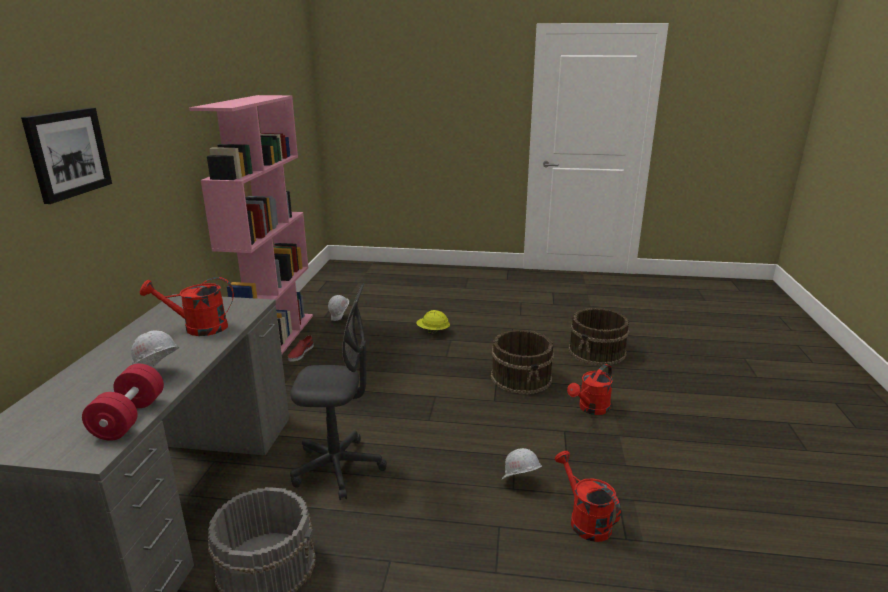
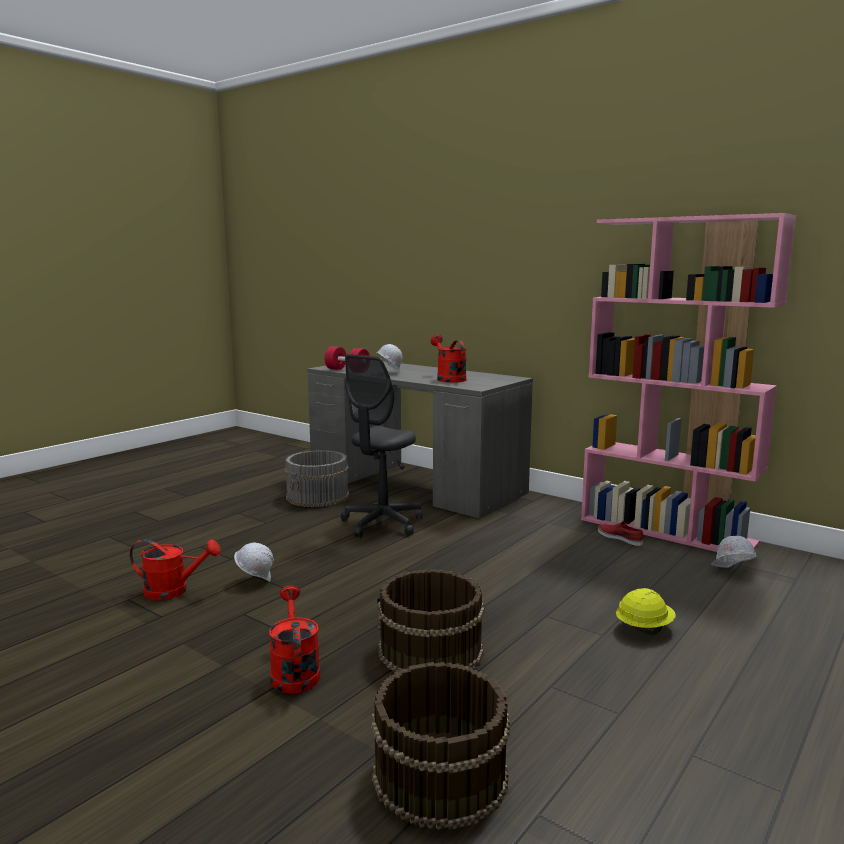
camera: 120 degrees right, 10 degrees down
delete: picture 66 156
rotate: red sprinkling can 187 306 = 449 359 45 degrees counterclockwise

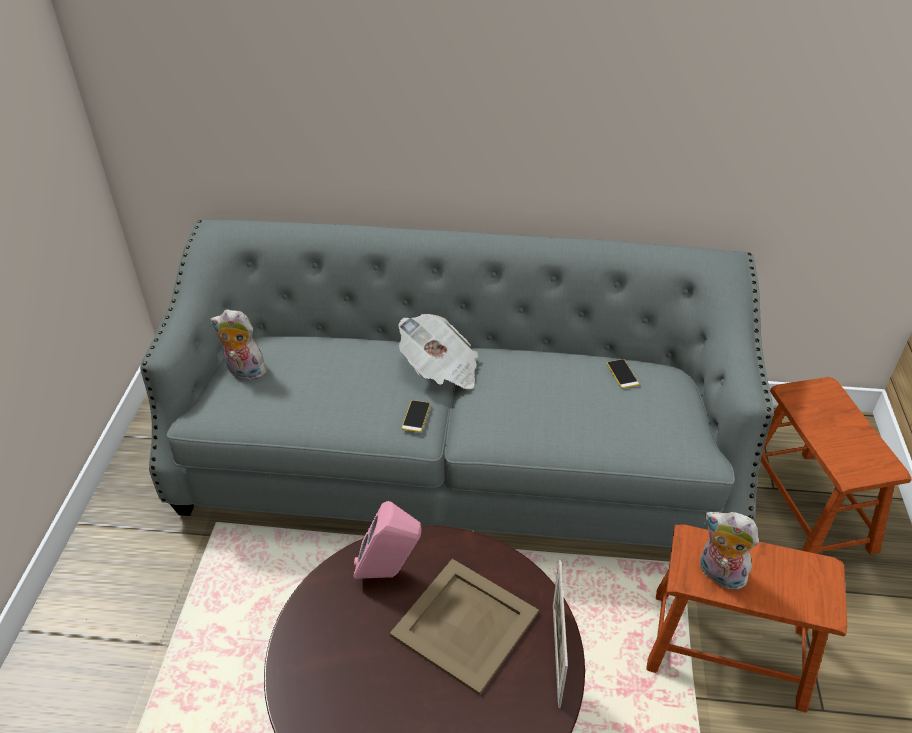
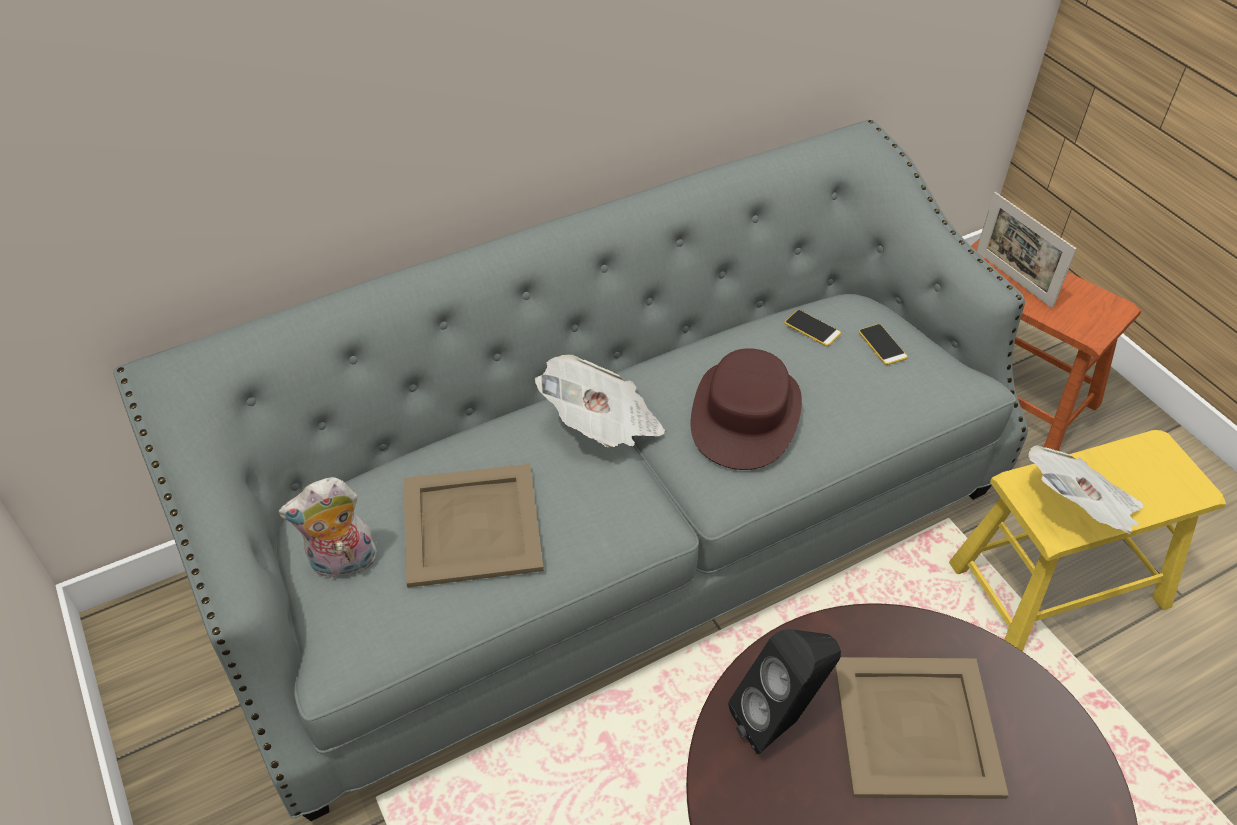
camera: 35 degrees left, 5 degrees up
insert: beige-coloured serving tray 473 526; brownish clothing hat 746 409
move: telephone 416 416 to 883 344; picture frame 560 634 to 1026 250
replace: plush toy 729 551 to daily paper 1086 489
recolor: pink-coloured speaker 388 540 to blackish speaker 784 691; brownish stool 746 618 to yellow stool 1087 540

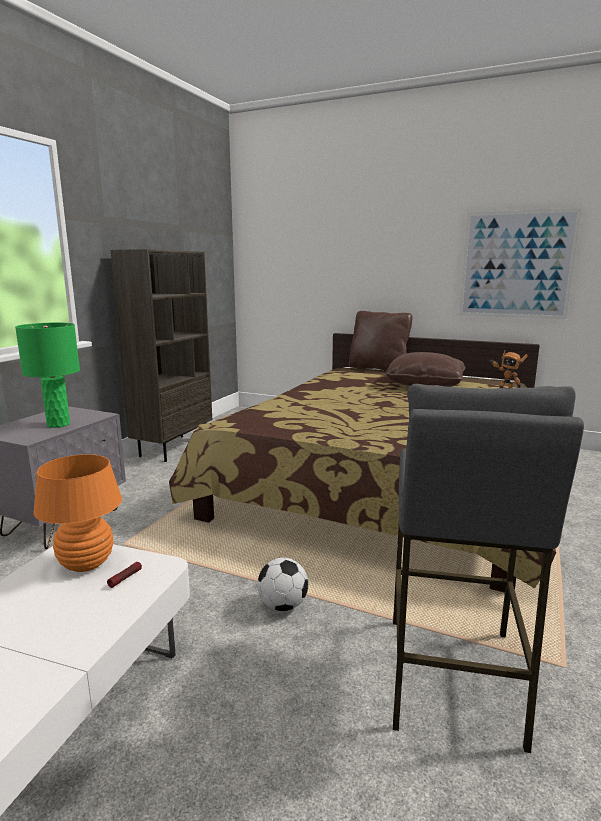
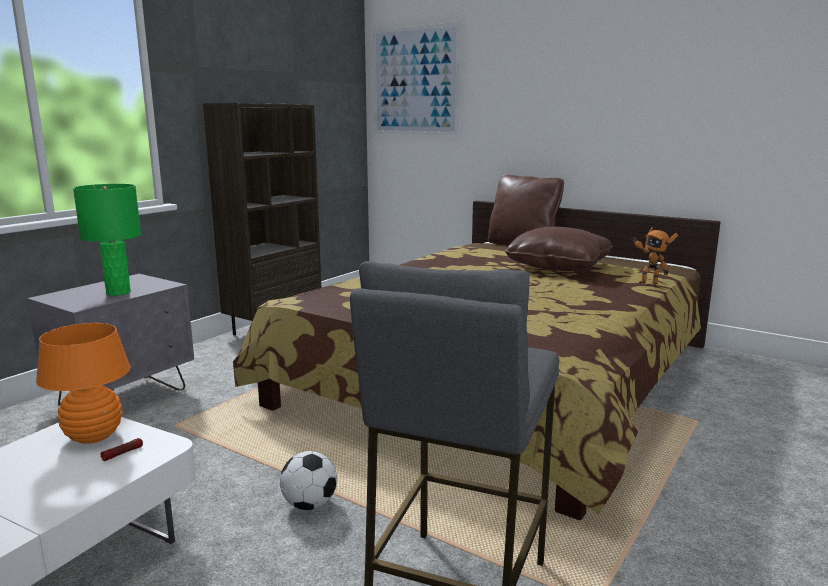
camera: 10 degrees right, 0 degrees up
move: picture 520 263 to 417 78

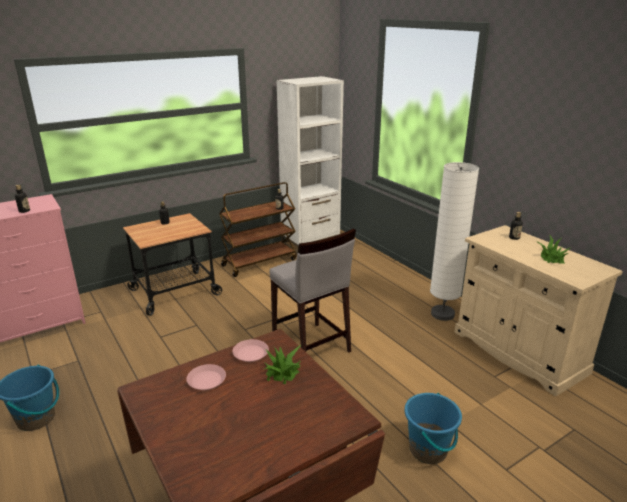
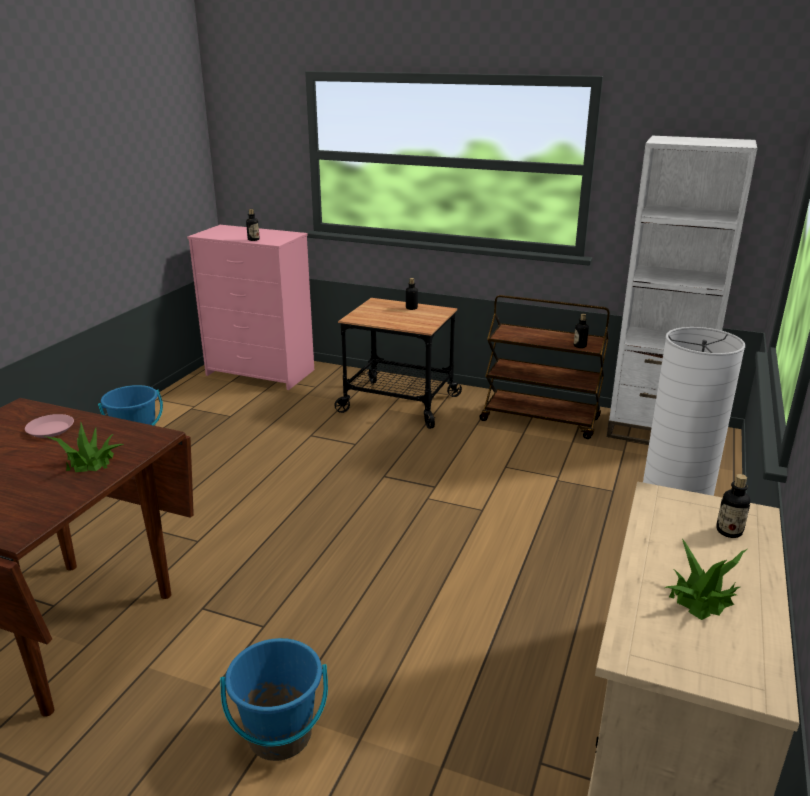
camera: 55 degrees right, 0 degrees up
delete: pink-coloured plate 250 350; grey stool 313 290

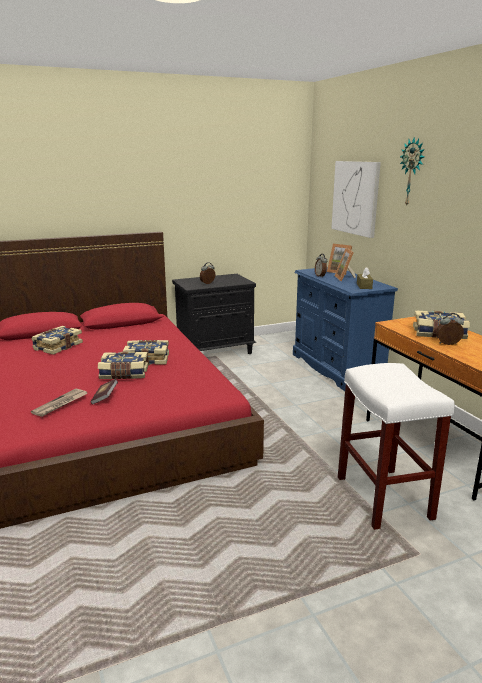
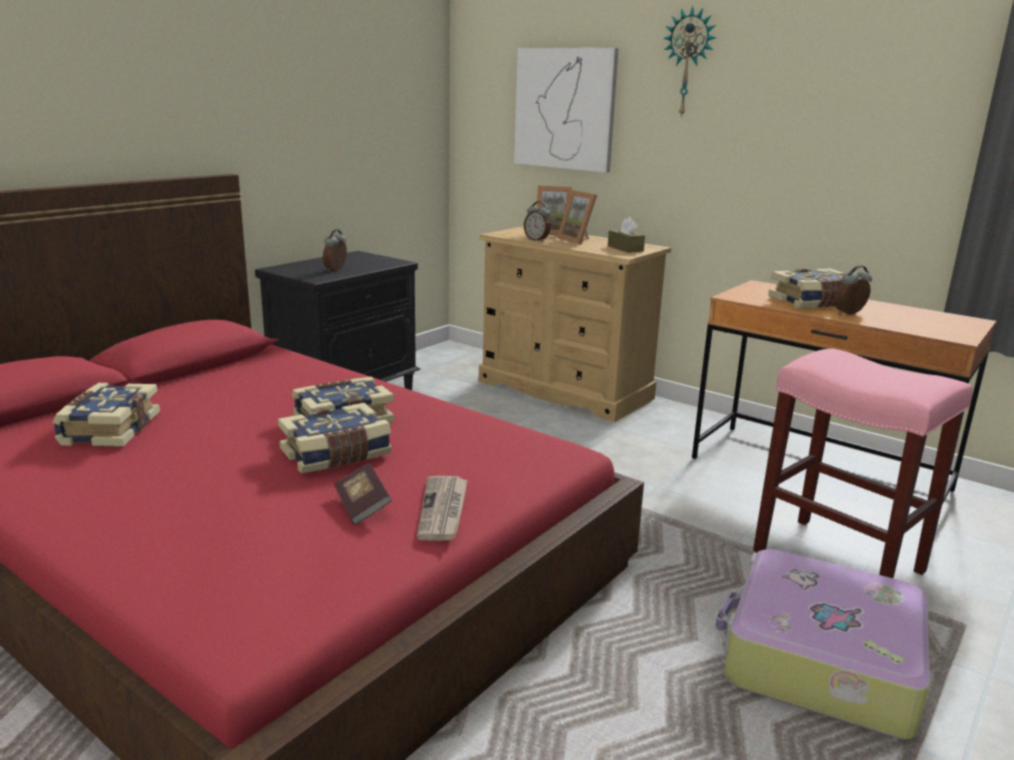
camera: 30 degrees left, 0 degrees up
insert: suitcase 822 644
move: daily paper 59 403 to 442 508
recolor: blue-coloured chest of drawers 345 329 to beige-coloured chest of drawers 575 324; white stool 396 446 to pink-coloured stool 863 463

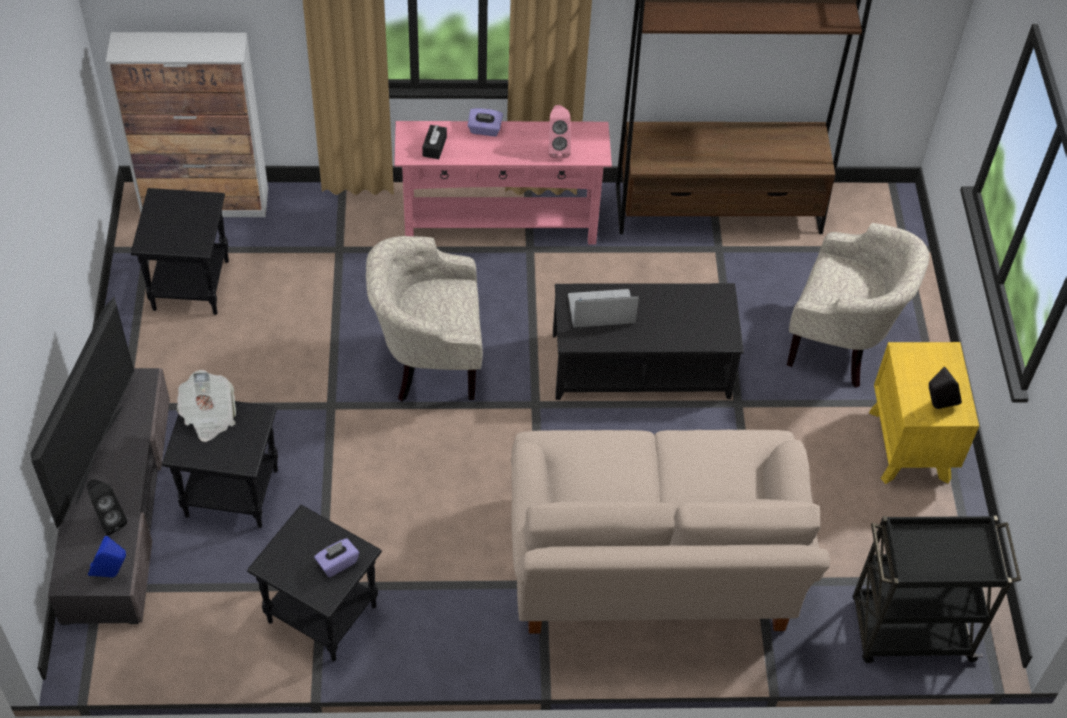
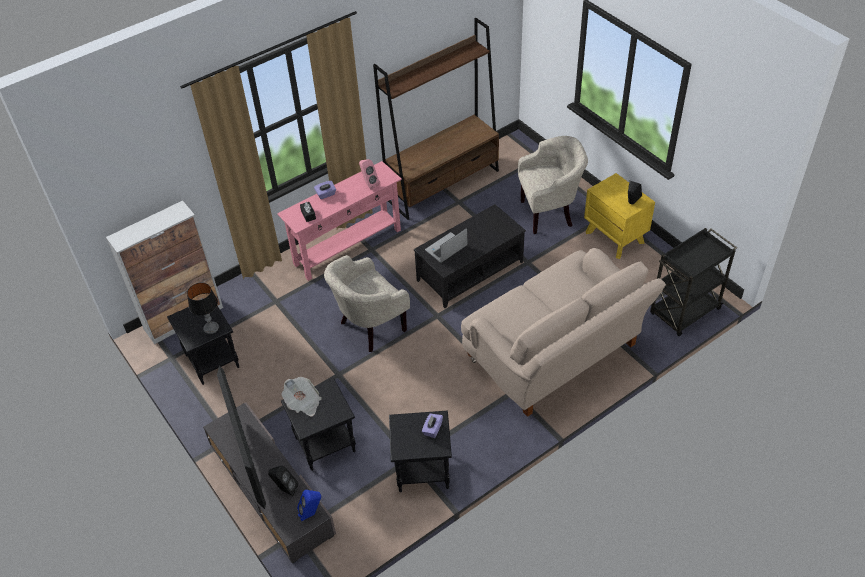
camera: 30 degrees left, 5 degrees down
insert: table lamp 203 308

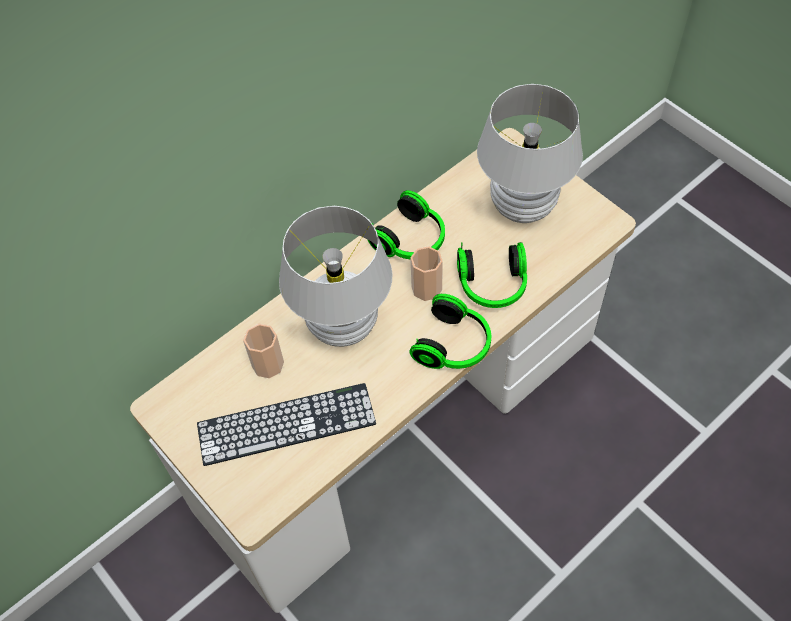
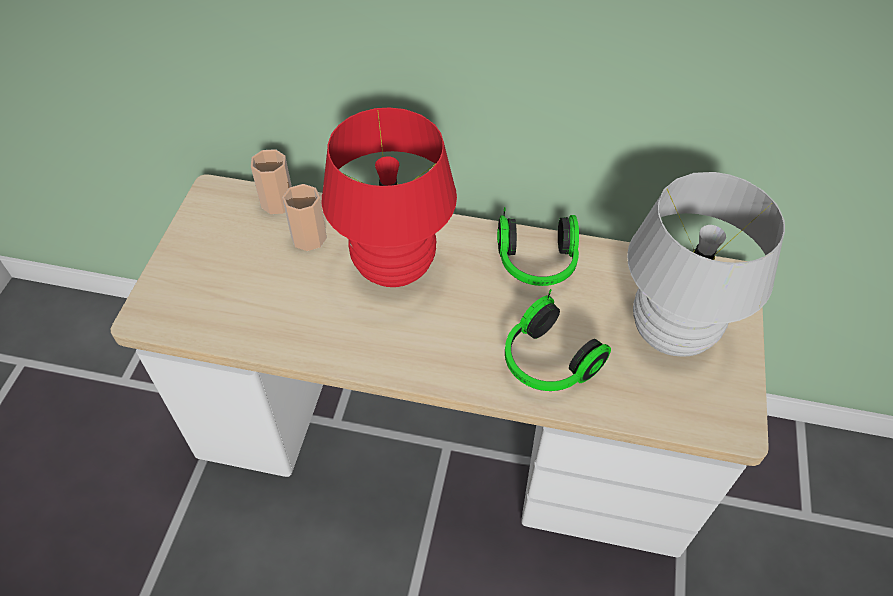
camera: 50 degrees right, 5 degrees down
delete: computer keyboard 286 424; headset 450 331
move: drinking cup 426 273 to 271 181
recolor: white table lamp 335 276 to red table lamp 389 197

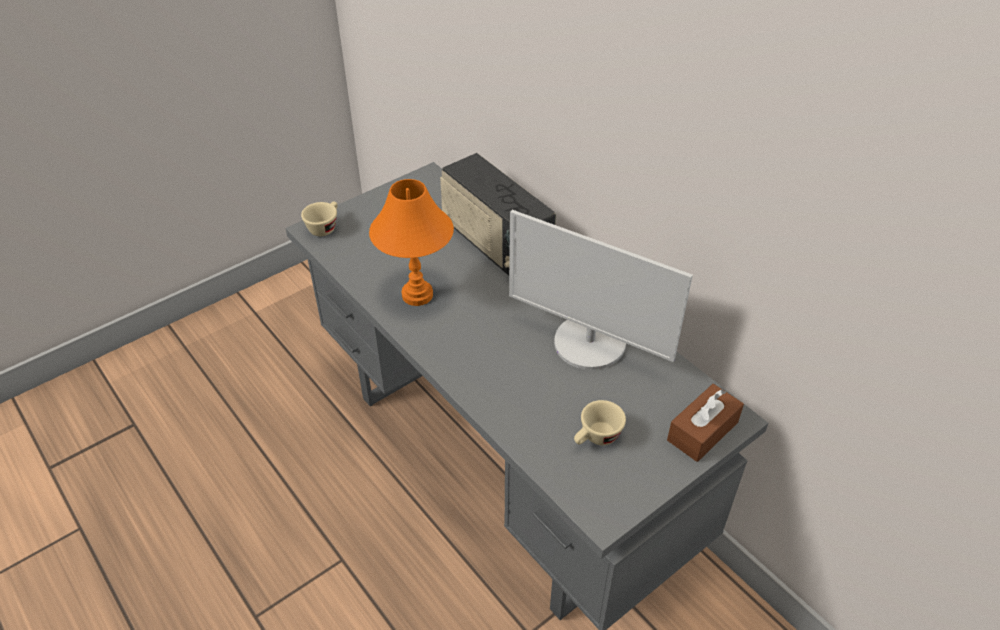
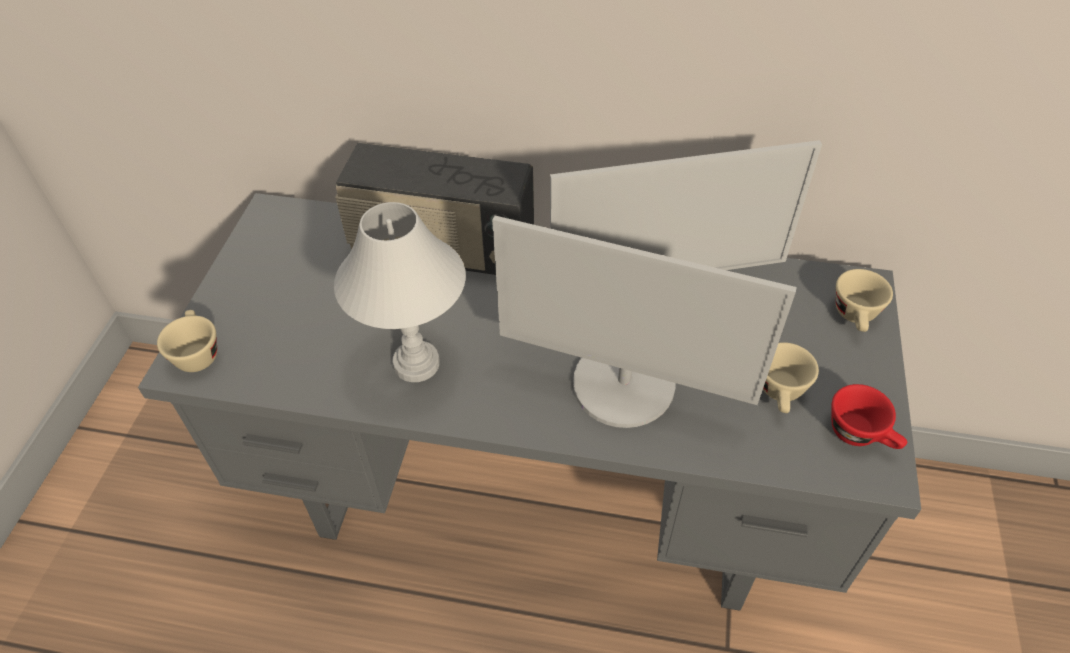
camera: 40 degrees left, 5 degrees up
insert: monitor 644 322; red drinking cup 869 416
replace: brownish tissue box 705 423 to beige-coloured drinking cup 864 300
recolor: orangey table lamp 411 242 to white table lamp 400 292

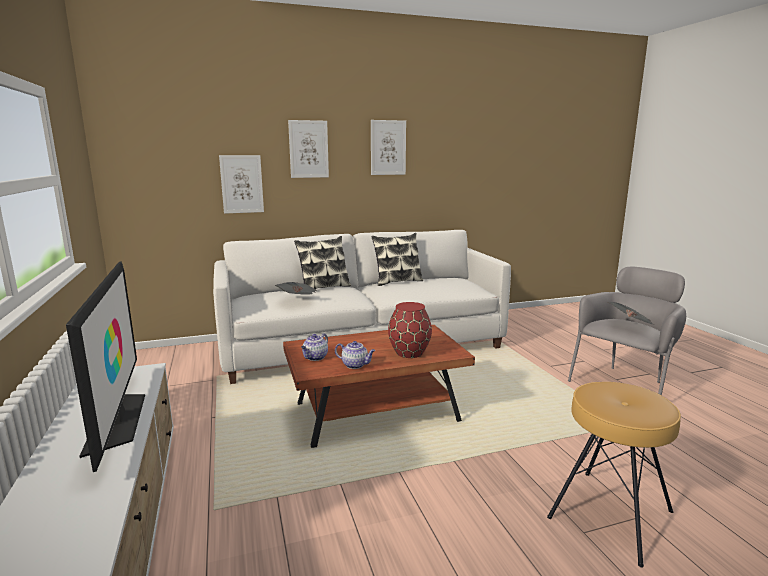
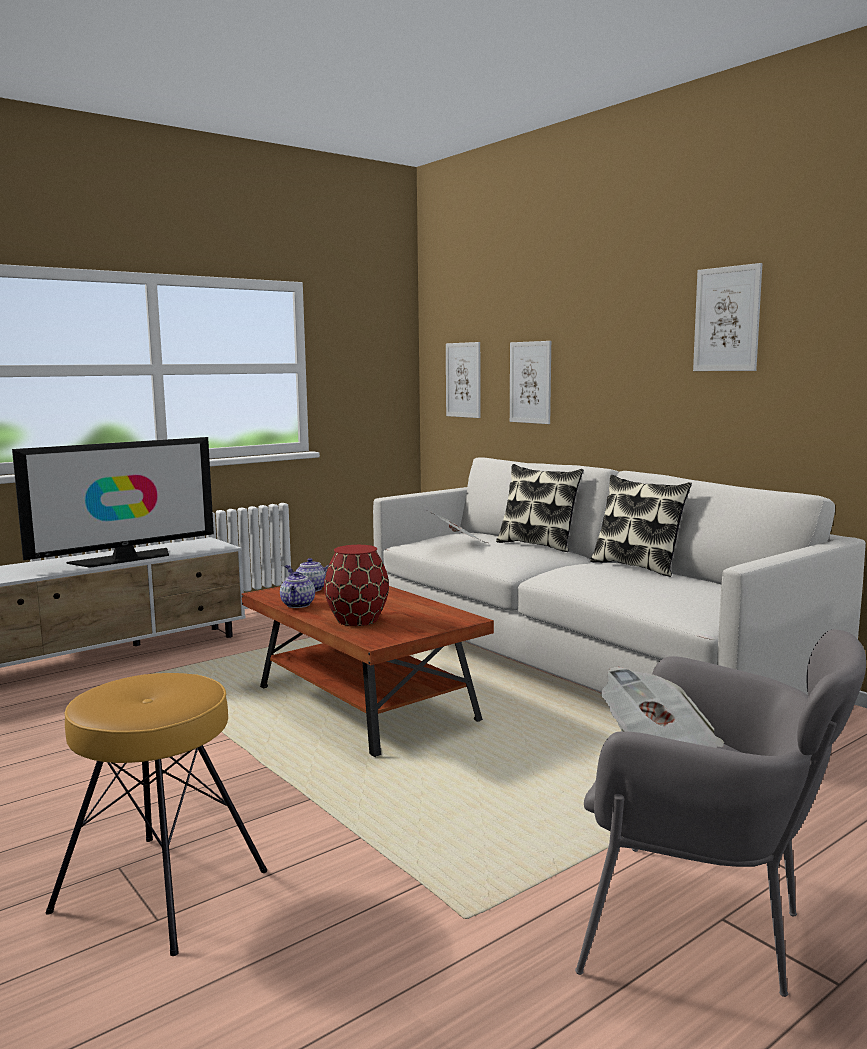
camera: 70 degrees right, 5 degrees down
move: picture 308 149 to 463 380

